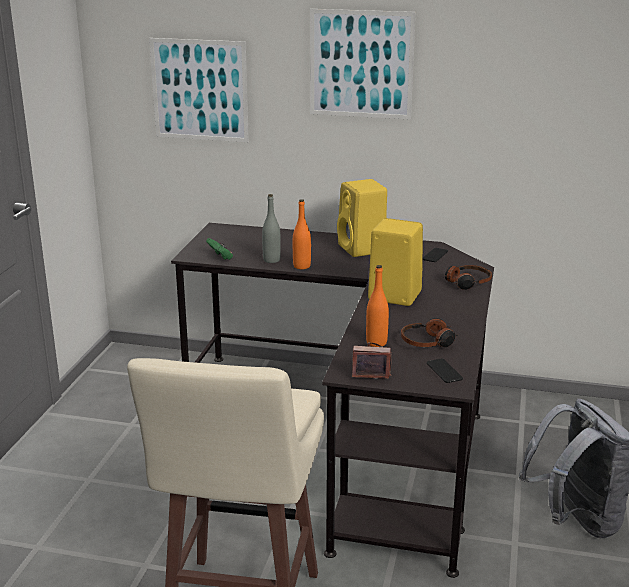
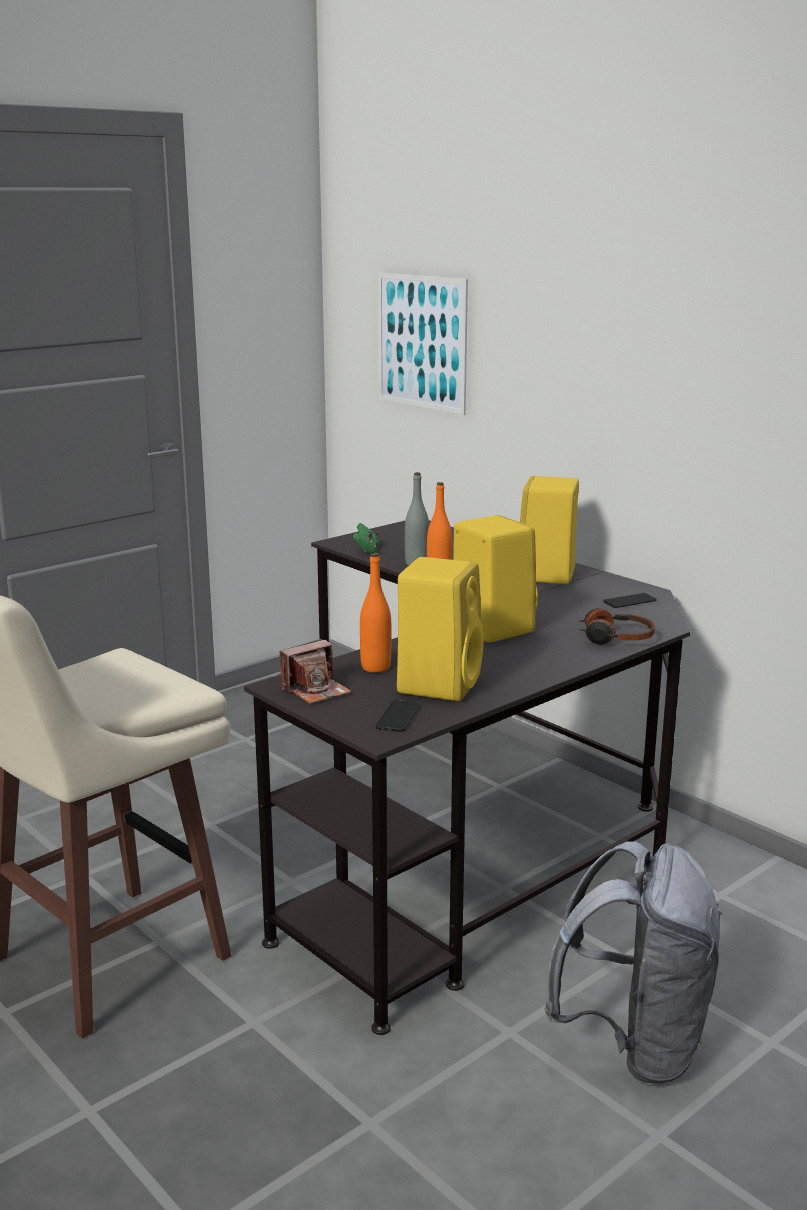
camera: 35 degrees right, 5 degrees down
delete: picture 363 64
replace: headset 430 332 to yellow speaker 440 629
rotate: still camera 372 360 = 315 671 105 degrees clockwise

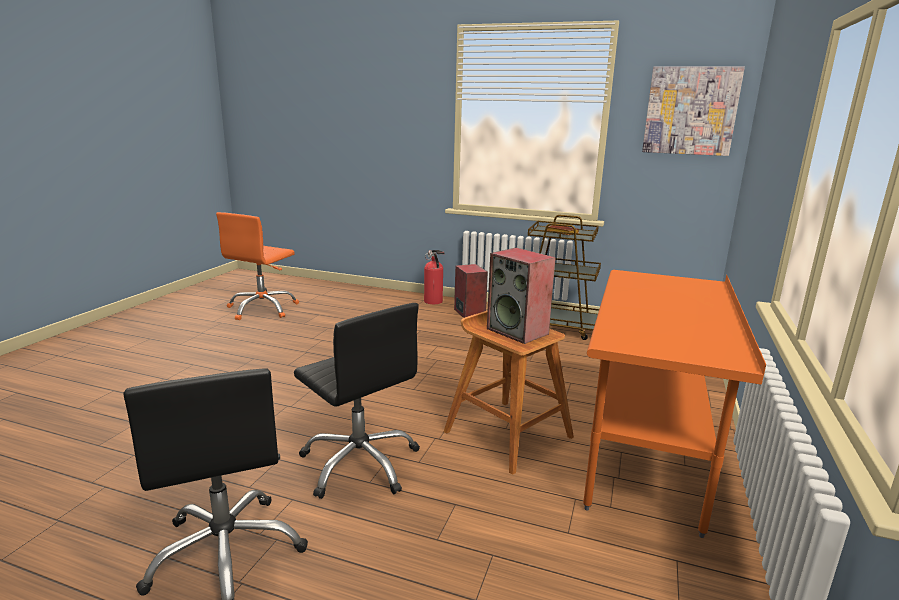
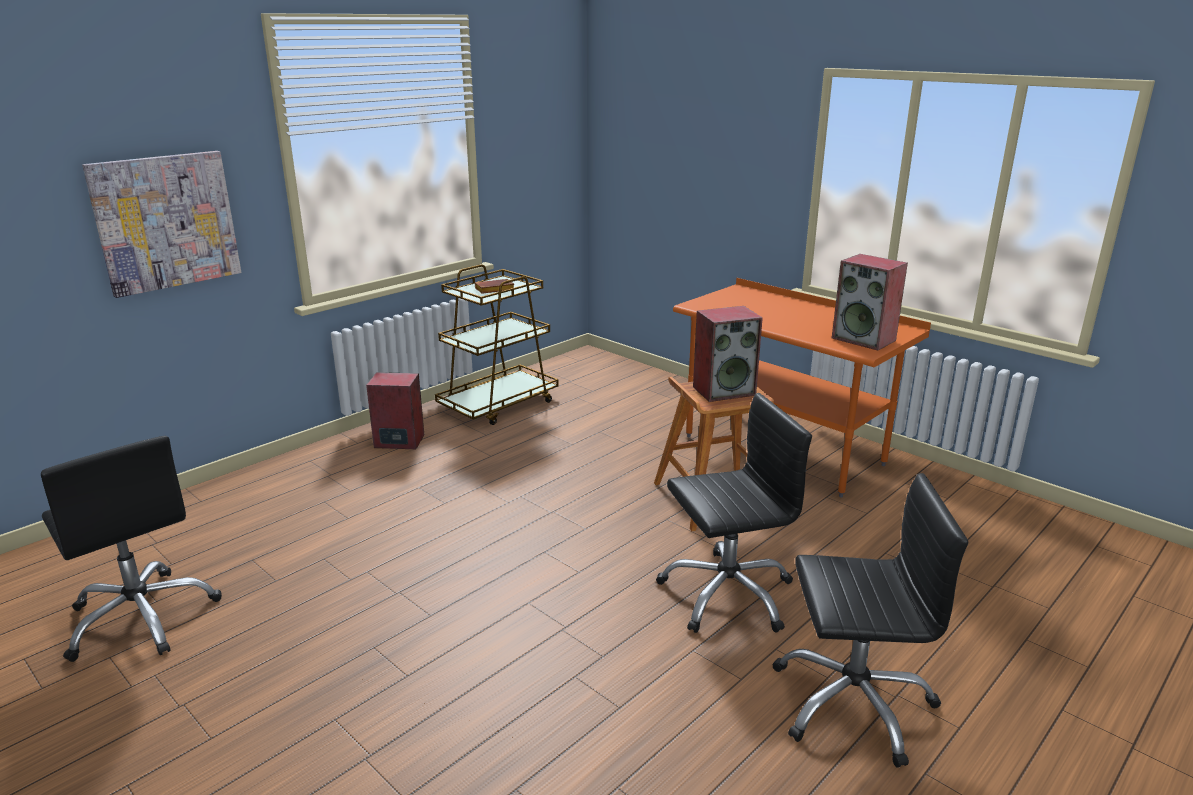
camera: 65 degrees left, 5 degrees up
delete: fire extinguisher 434 277
insert: speaker 870 302
move: picture 693 111 to 161 224
recolor: orangey computer chair 257 266 to blackish computer chair 131 549

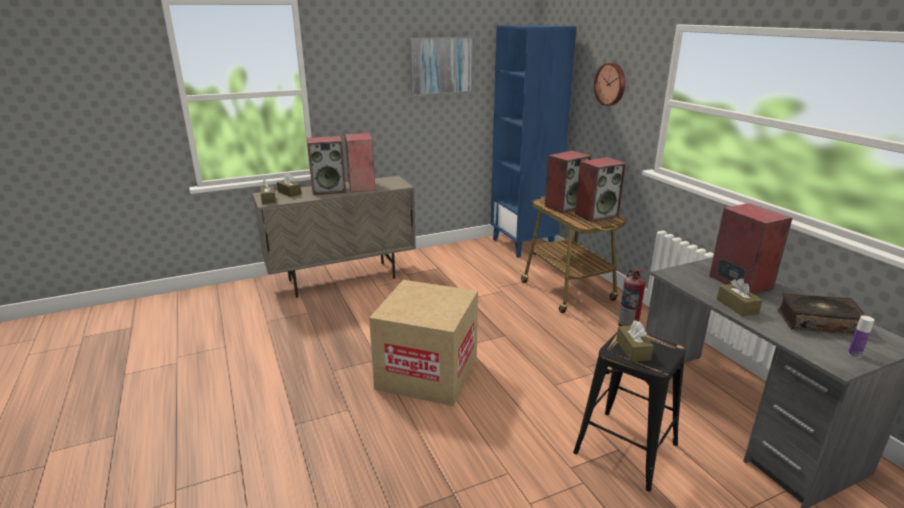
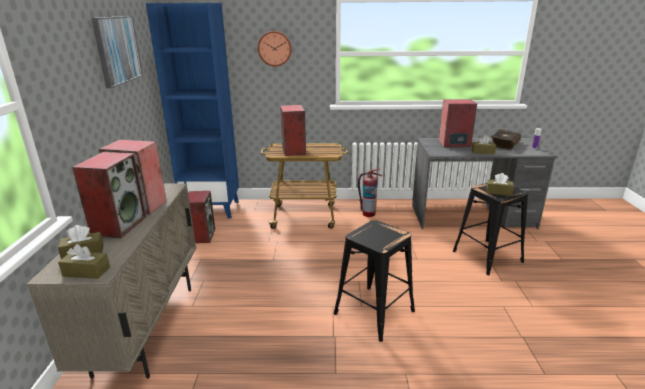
camera: 65 degrees left, 0 degrees up
move: speaker 600 189 to 201 217
replace: cardboard box 423 343 to blackish stool 374 281

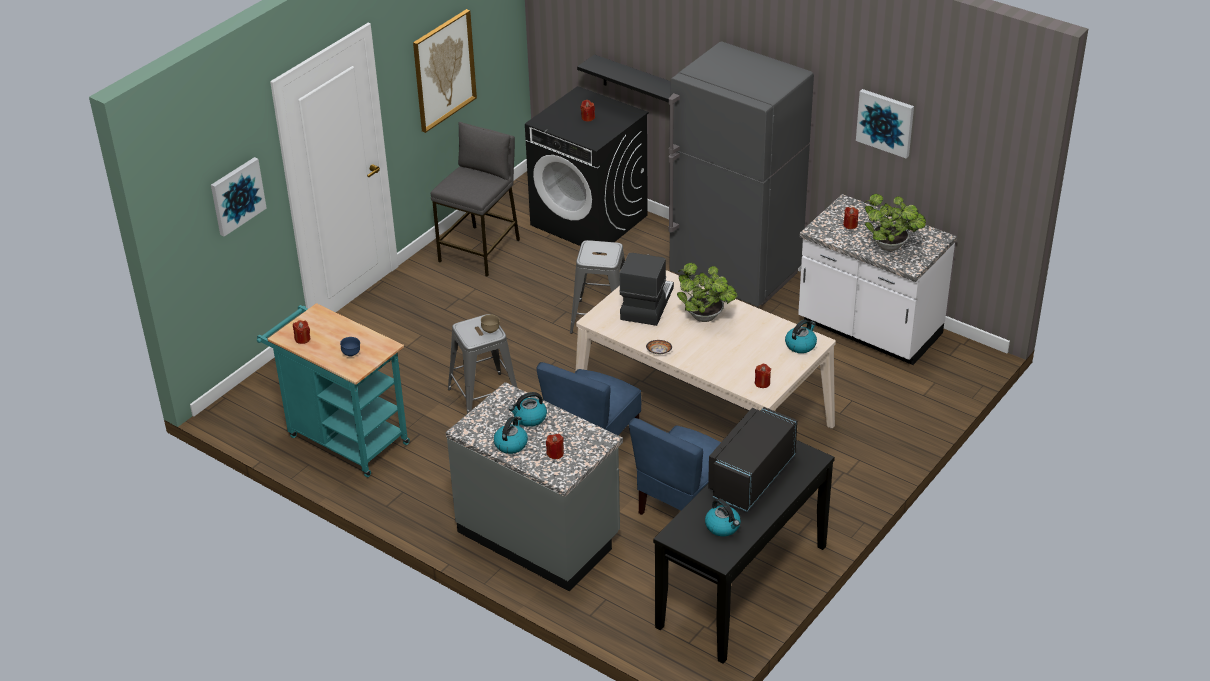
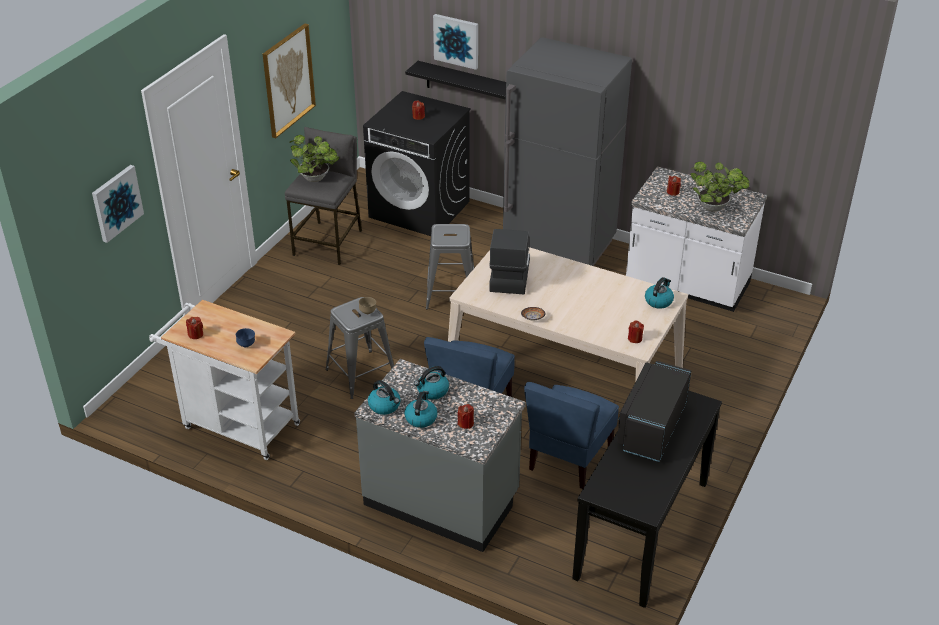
camera: 10 degrees left, 0 degrees up
move: potted plant 707 292 to 314 158; tea kettle 723 517 to 384 397; picture 885 124 to 455 42
recolor: turquoise-coloured cart 333 390 to white cart 224 380

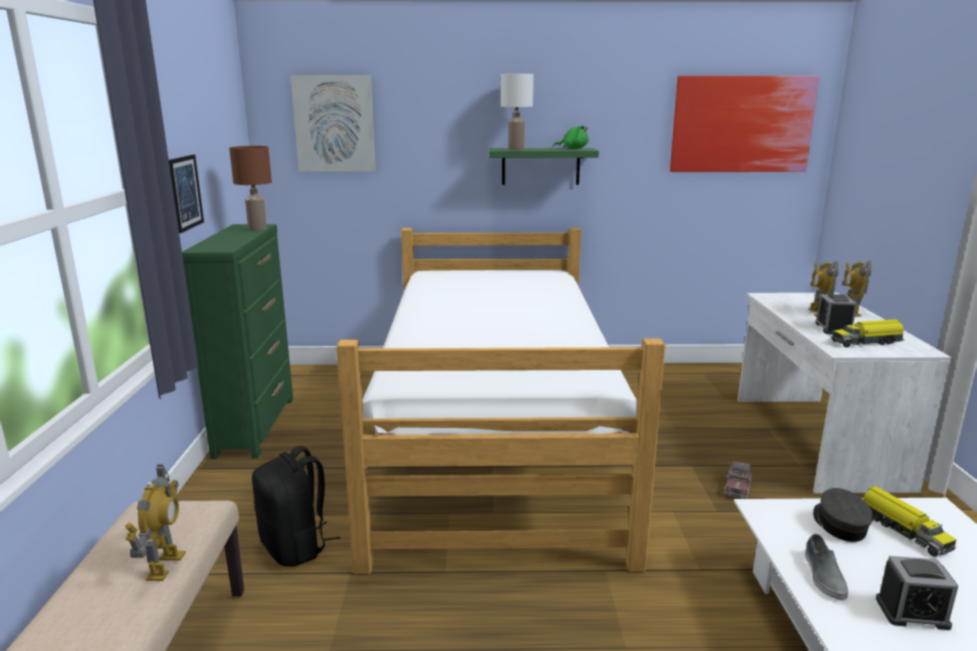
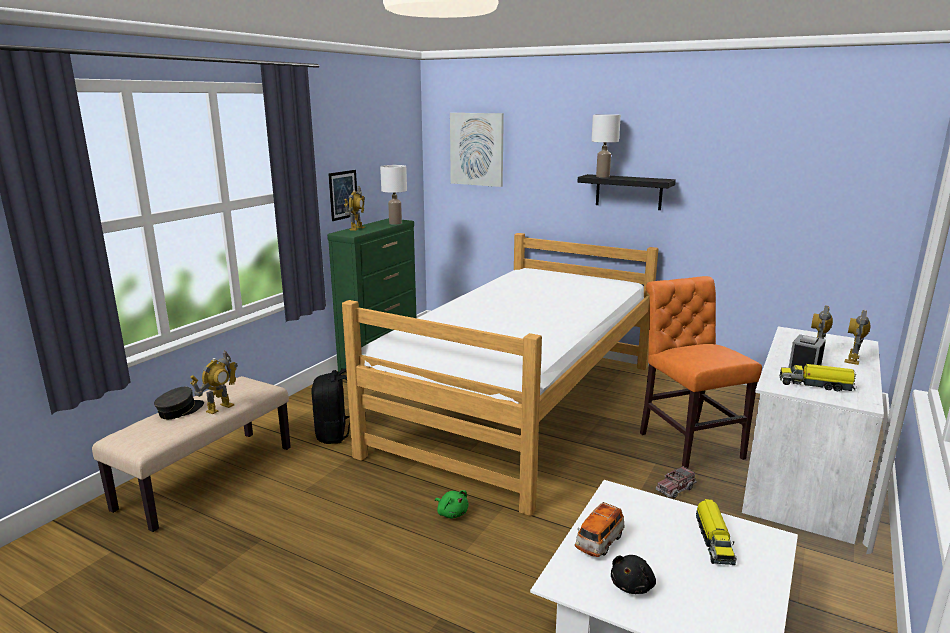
camera: 30 degrees right, 0 degrees up
delete: picture 745 124
insert: toy robot 354 208; orangey chair 701 372
move: green plush toy 570 137 to 451 504; grey baseball cap 843 515 to 179 403
replace: grey shoe 826 567 to toy car 599 529; alarm clock 917 593 to blackish plush toy 633 574
recolor: brownish table lamp 250 188 to white table lamp 393 195; green wall shelf 544 166 to blackish wall shelf 626 192

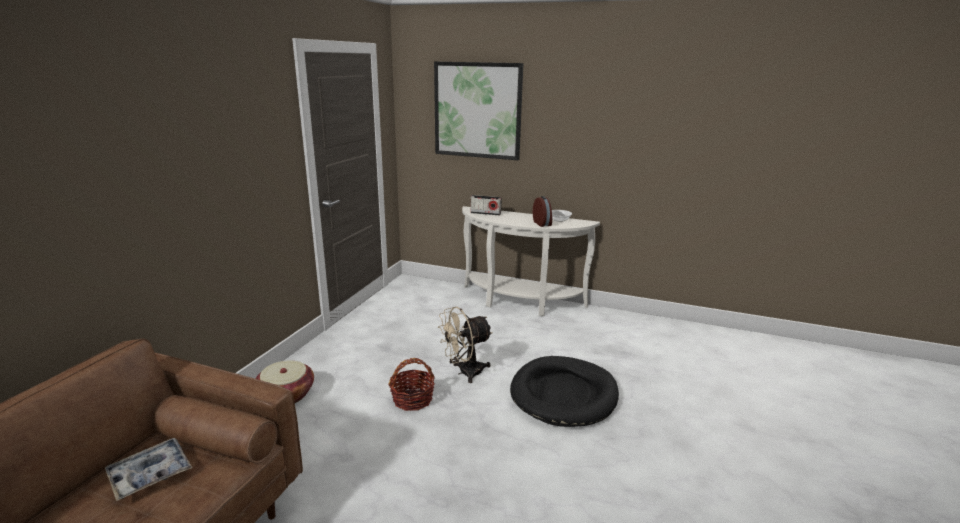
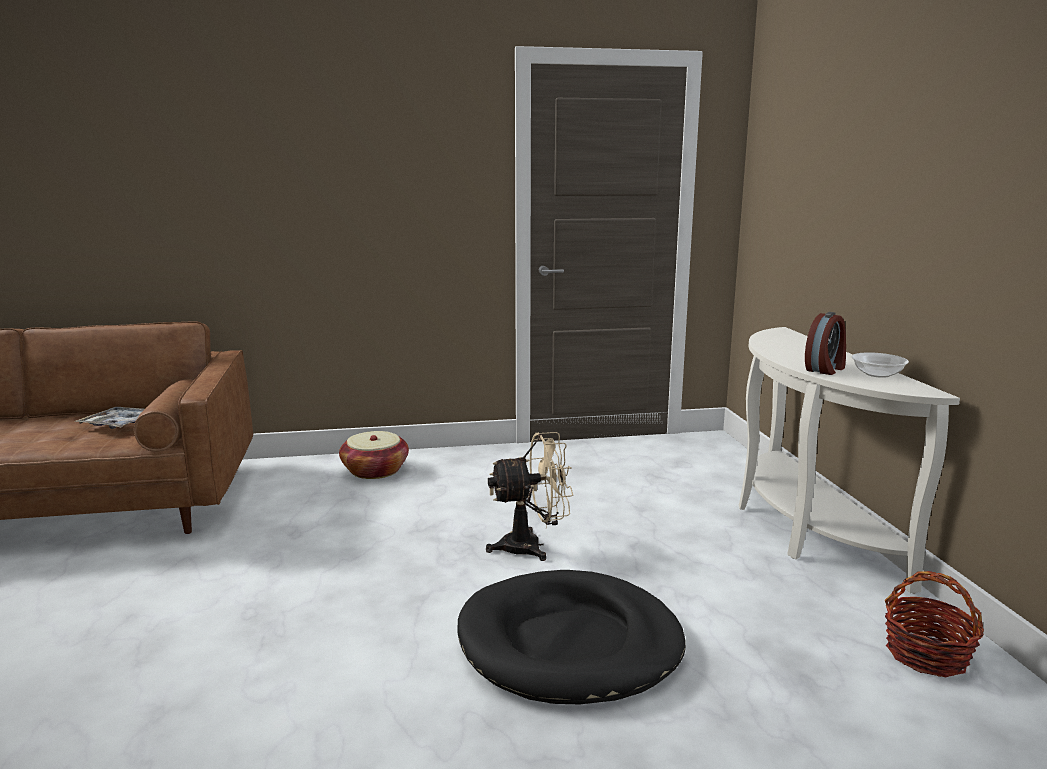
camera: 60 degrees right, 5 degrees down
delete: picture 478 111; radio receiver 486 205
move: basket 411 384 to 934 624
rotate: beige-coloured cooling fan 465 345 = 529 496 135 degrees clockwise

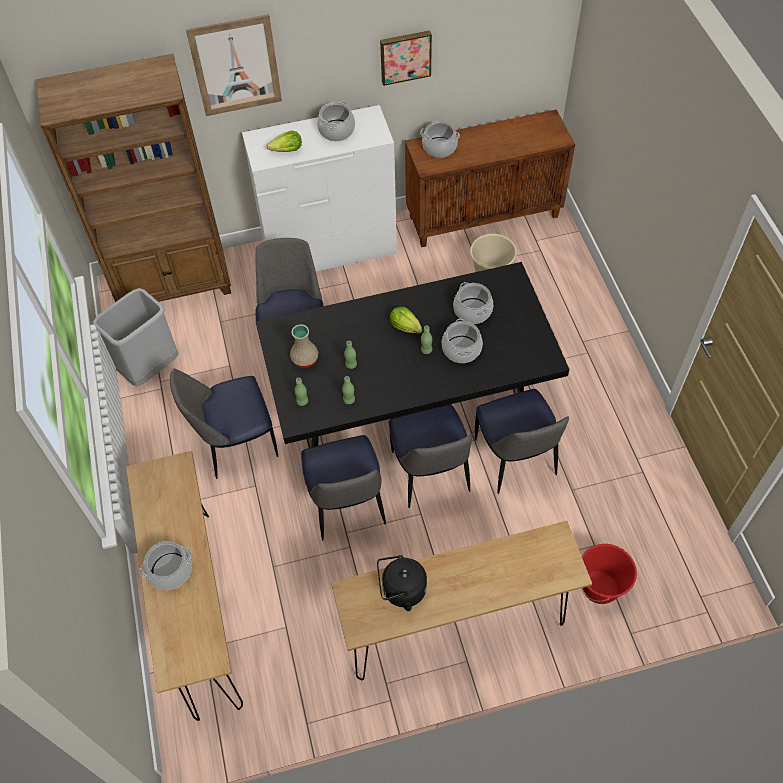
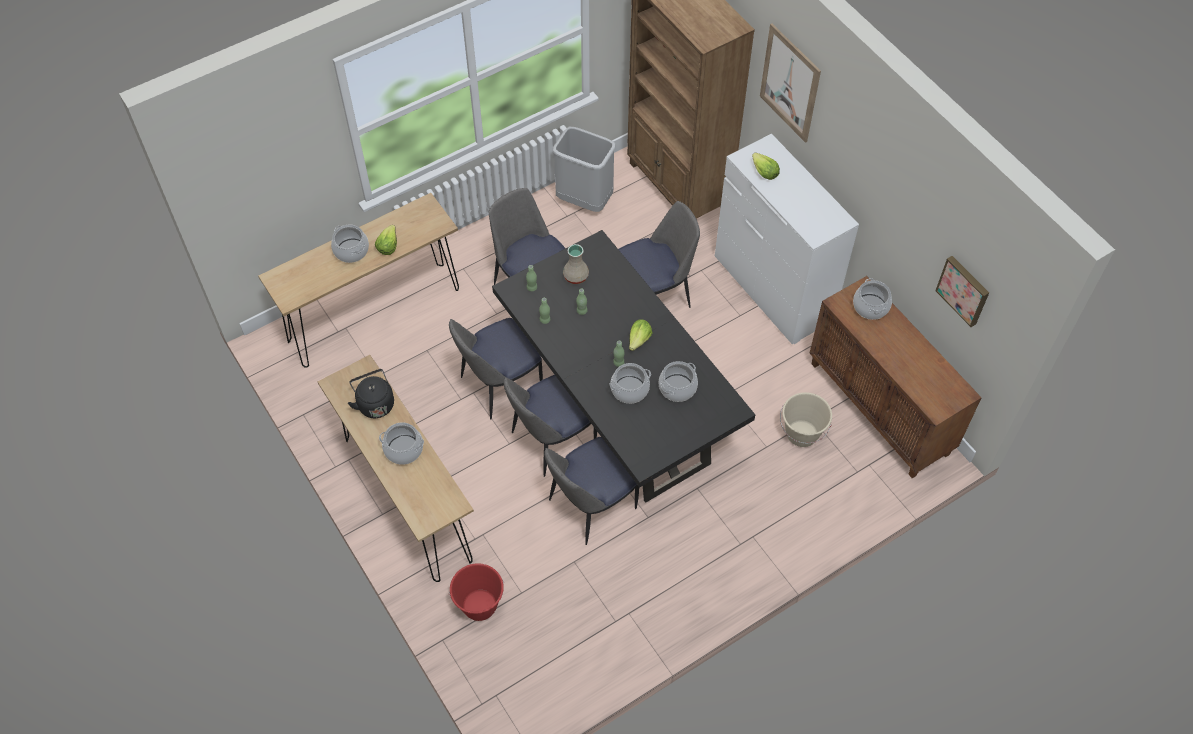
camera: 70 degrees right, 0 degrees up
insert: lettuce 386 240
move: cooking pot 336 121 to 401 443; picture 406 58 to 962 291

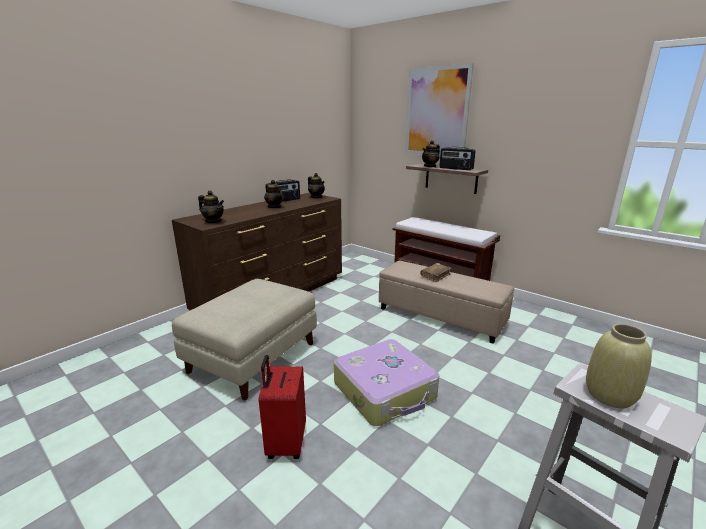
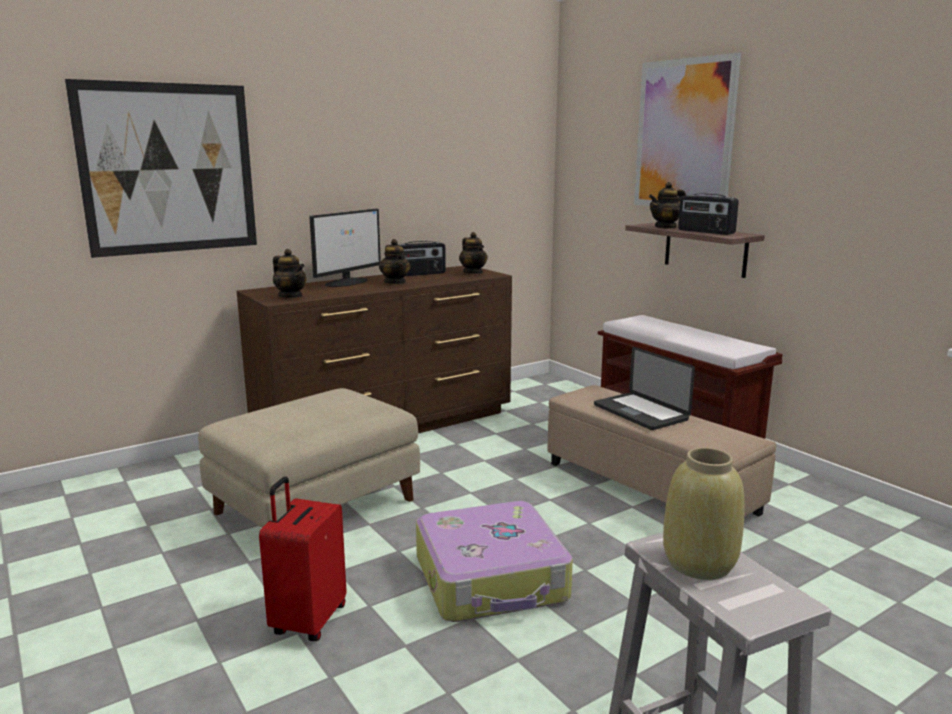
camera: 15 degrees right, 5 degrees down
insert: picture 161 168; monitor 345 248
replace: brownish bound book 436 272 to laptop 644 388

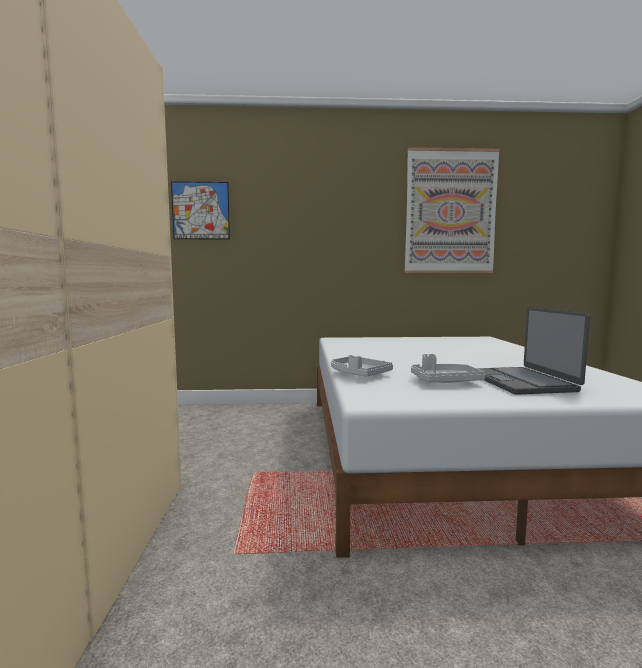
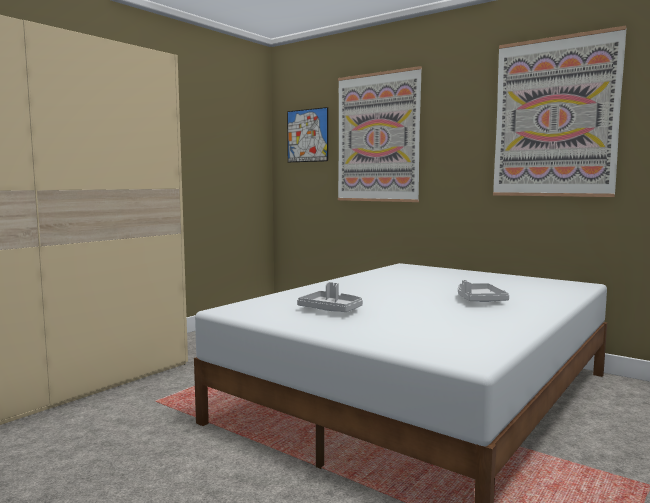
camera: 40 degrees right, 0 degrees up
delete: laptop 533 351
insert: picture 380 134
move: grey serving tray 362 366 to 483 291

